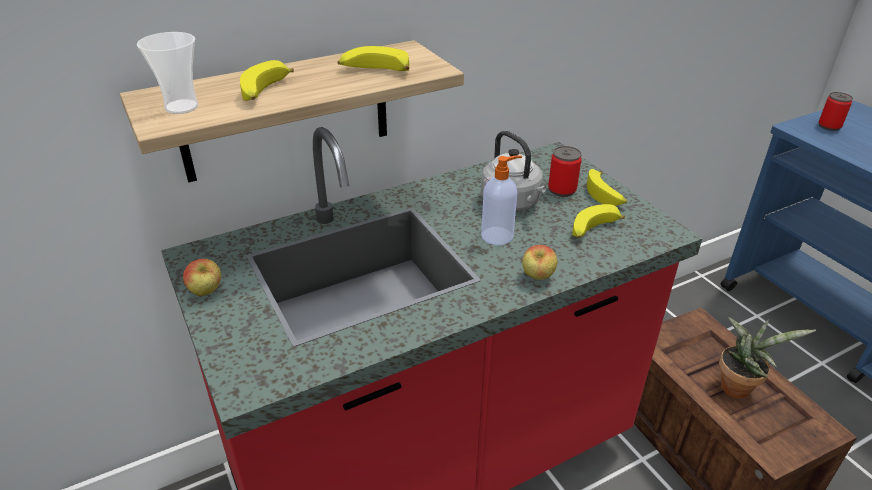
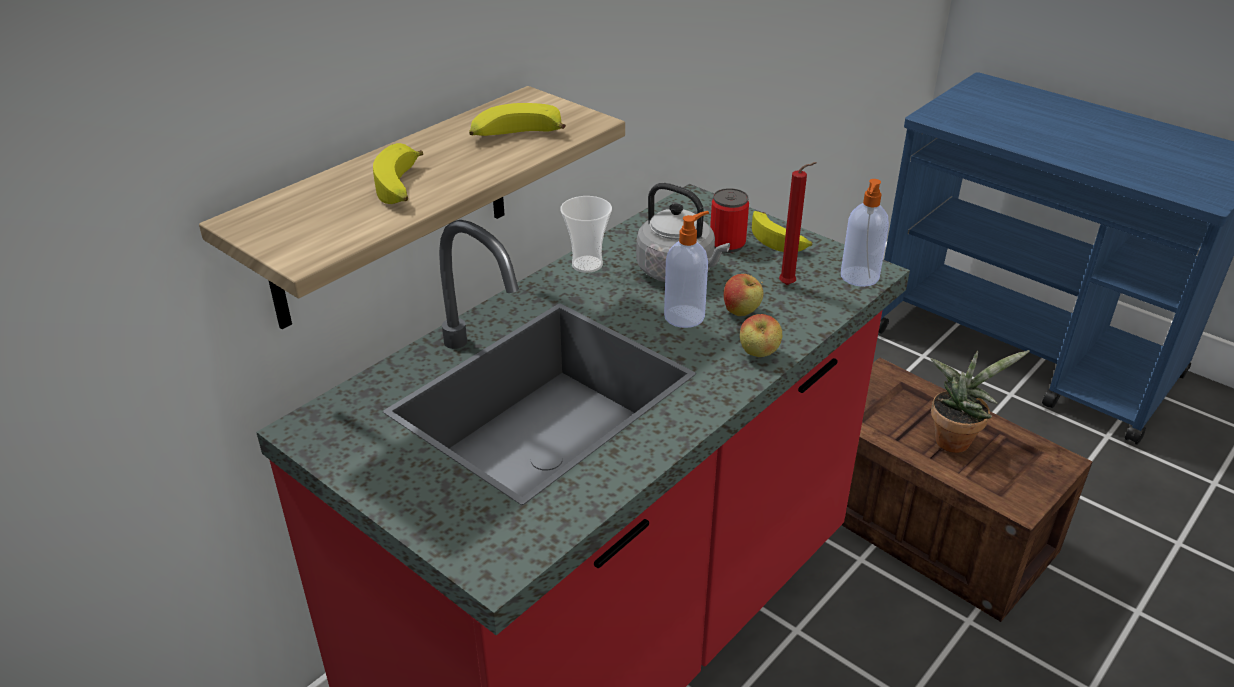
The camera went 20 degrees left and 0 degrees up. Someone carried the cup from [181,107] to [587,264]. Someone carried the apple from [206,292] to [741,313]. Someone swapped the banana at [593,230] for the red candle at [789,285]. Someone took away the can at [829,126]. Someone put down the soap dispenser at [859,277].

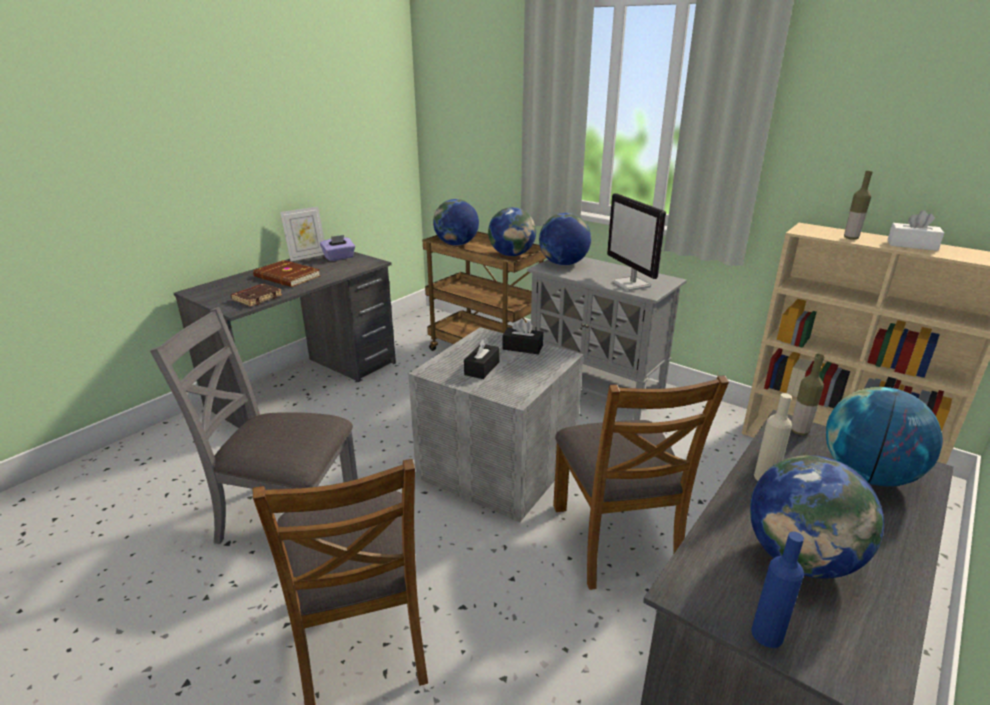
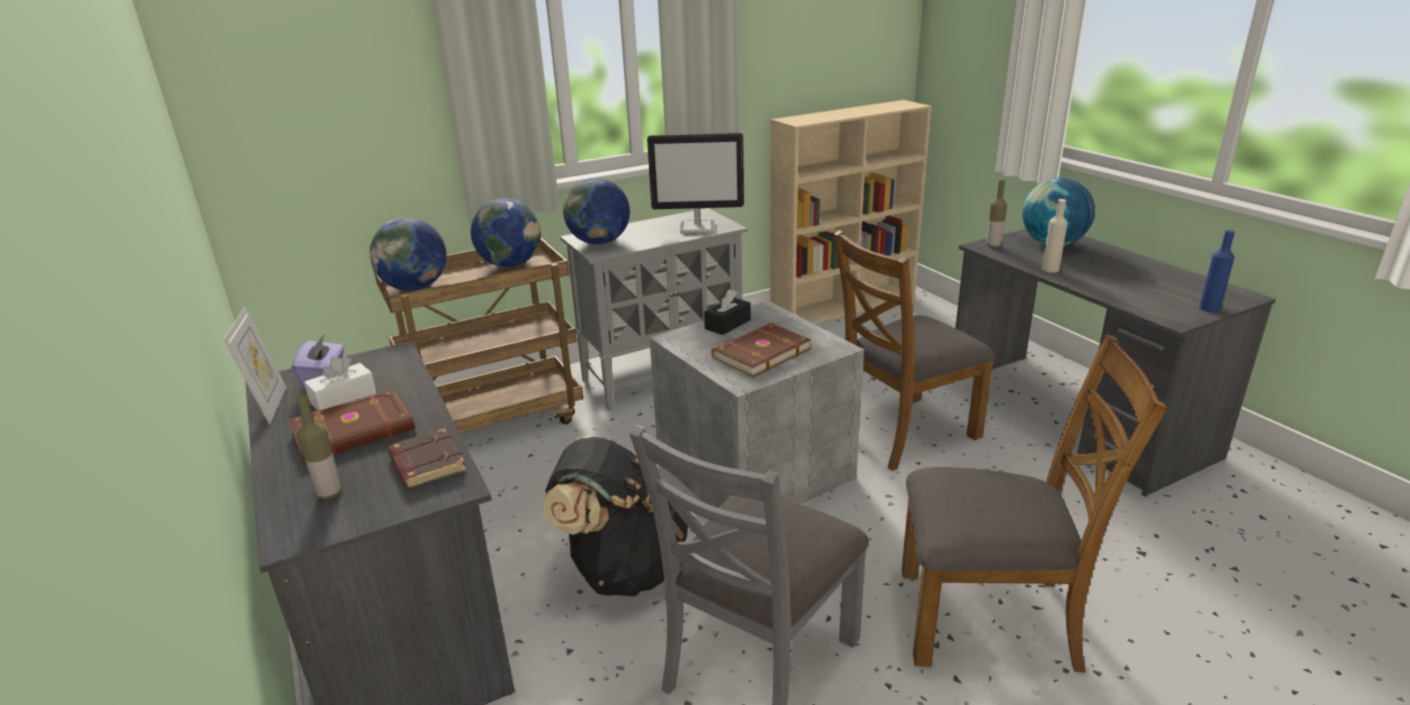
The camera went 65 degrees left and 0 degrees up. Someone swapped the black tissue box at [482,368] for the brown book at [760,353]. Someone rotated the brown chair at [616,539] by 135 degrees clockwise. Someone took away the globe at [800,559]. Someone carried the bottle from [851,238] to [329,493]. Someone carried the white tissue box from [912,245] to [343,398]. Someone put down the black backpack at [623,568].

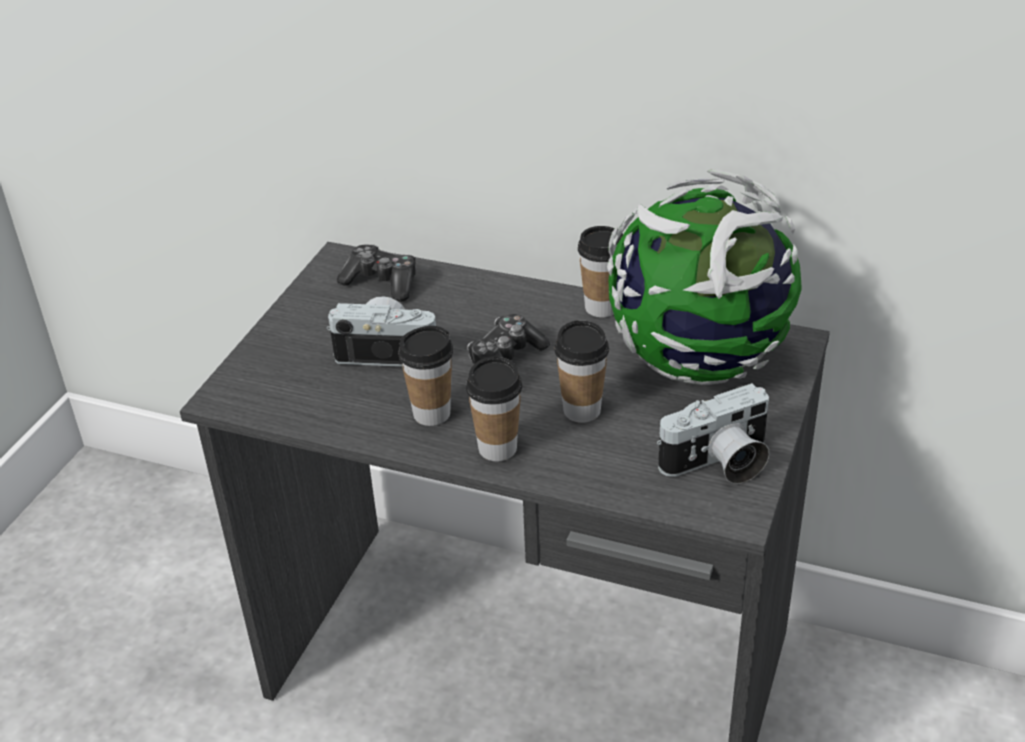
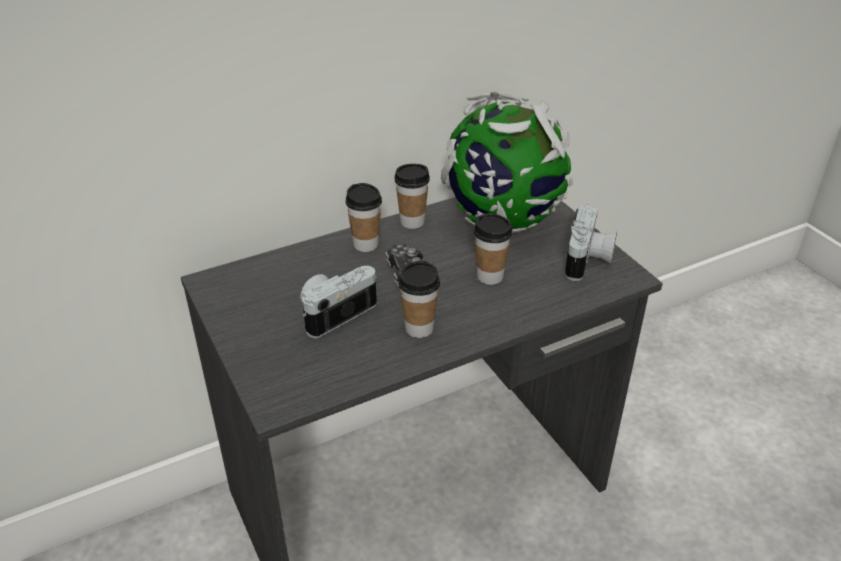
The camera went 50 degrees left and 0 degrees up. Someone took away the game controller at [382,282]. Someone carried the cup from [497,448] to [366,244].

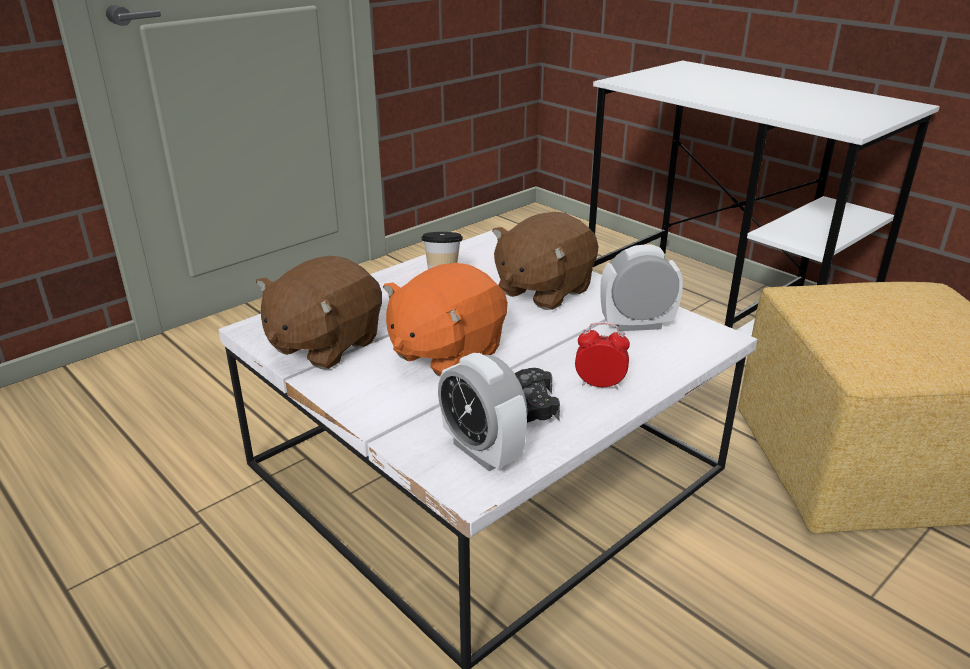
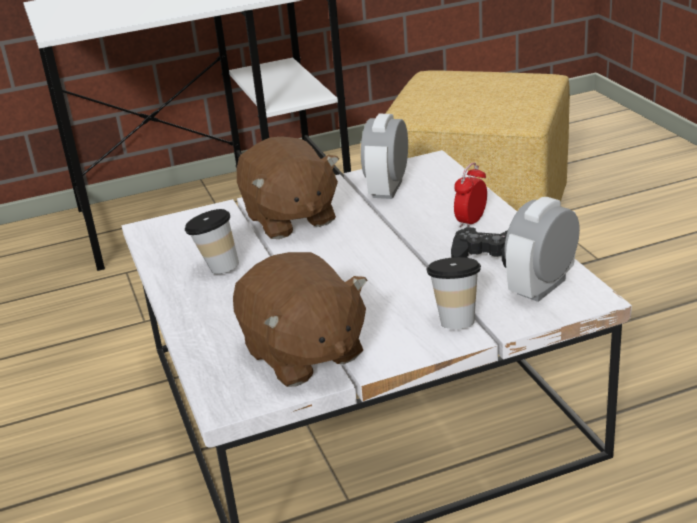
The camera went 65 degrees left and 0 degrees up. Someone took away the orange plush toy at [445,353]. Someone rotated the alarm clock at [482,451] by 150 degrees clockwise. Someone put down the cup at [455,319].

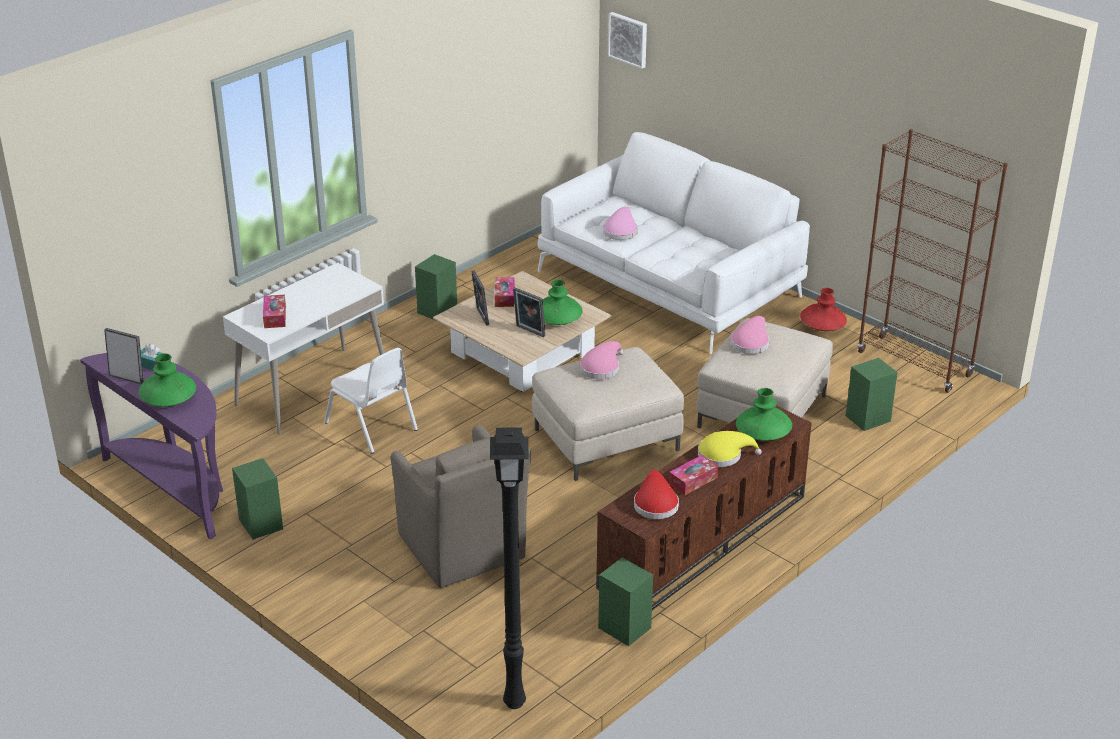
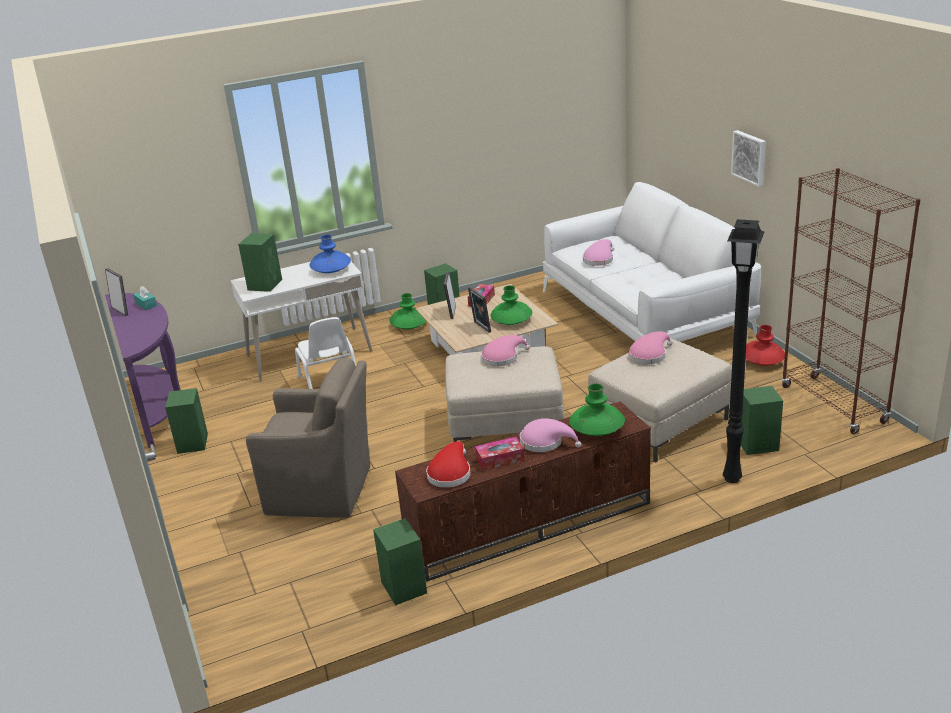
The camera went 25 degrees right and 5 degrees down. Someone carried the green vase from [168,398] to [409,325]. Someone swapped the tissue box at [275,317] for the green speaker at [265,284]. Someone rotated the brown armchair at [462,549] by 75 degrees counterclockwise. Someone carried the black floor lamp from [516,701] to [733,478]. Someone carried the picture from [629,39] to [750,157]. Someone repainted the yellow hat at [723,455], which became the pink hat at [545,442]. Someone put down the blue vase at [331,270].

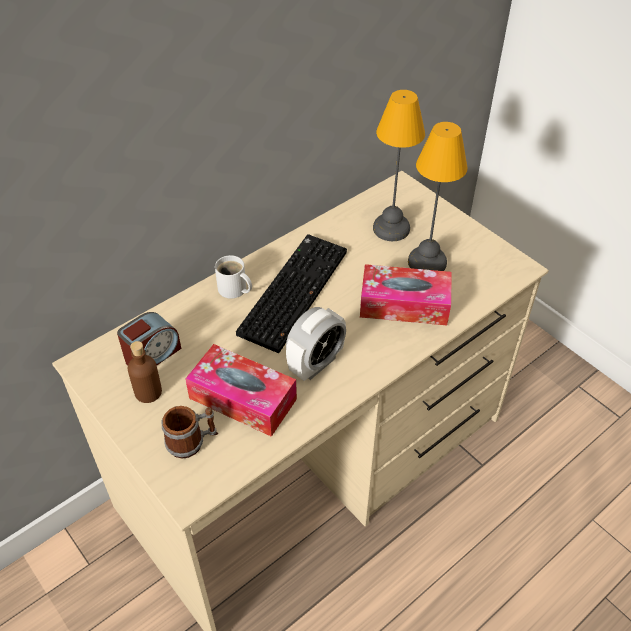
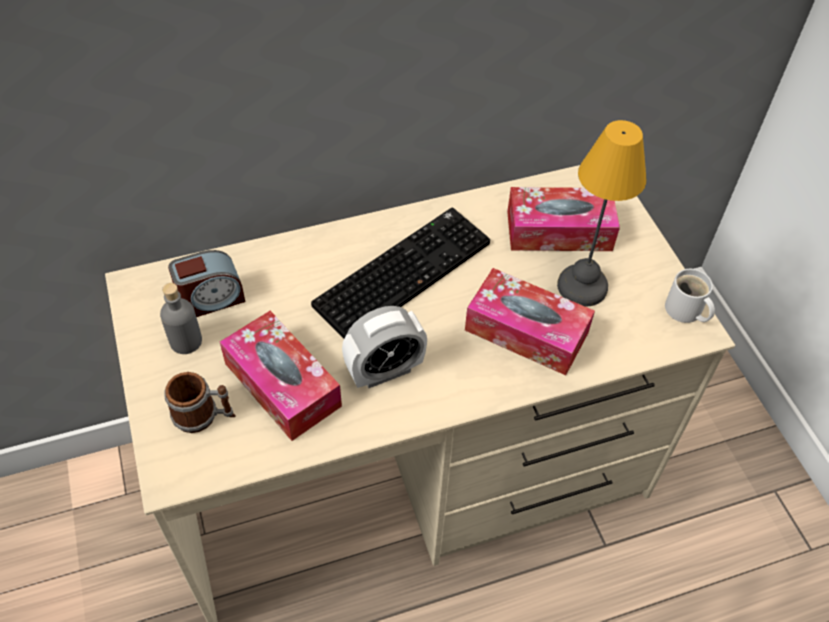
The camera went 20 degrees right and 5 degrees up. Someone repainted the brown bottle at [148,392], which became the grey bottle at [186,341]. Someone carried the white mug from [234,290] to [684,311]. Someone swapped the table lamp at [391,229] for the tissue box at [559,230].

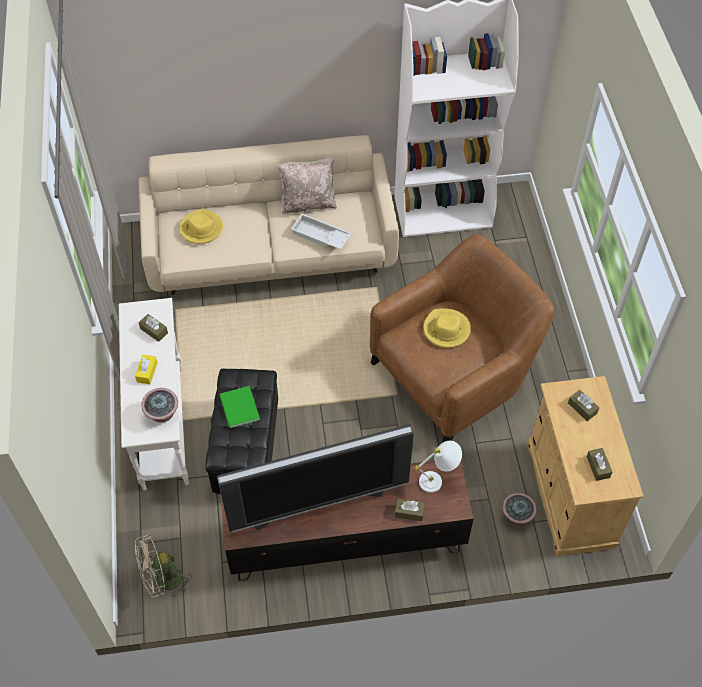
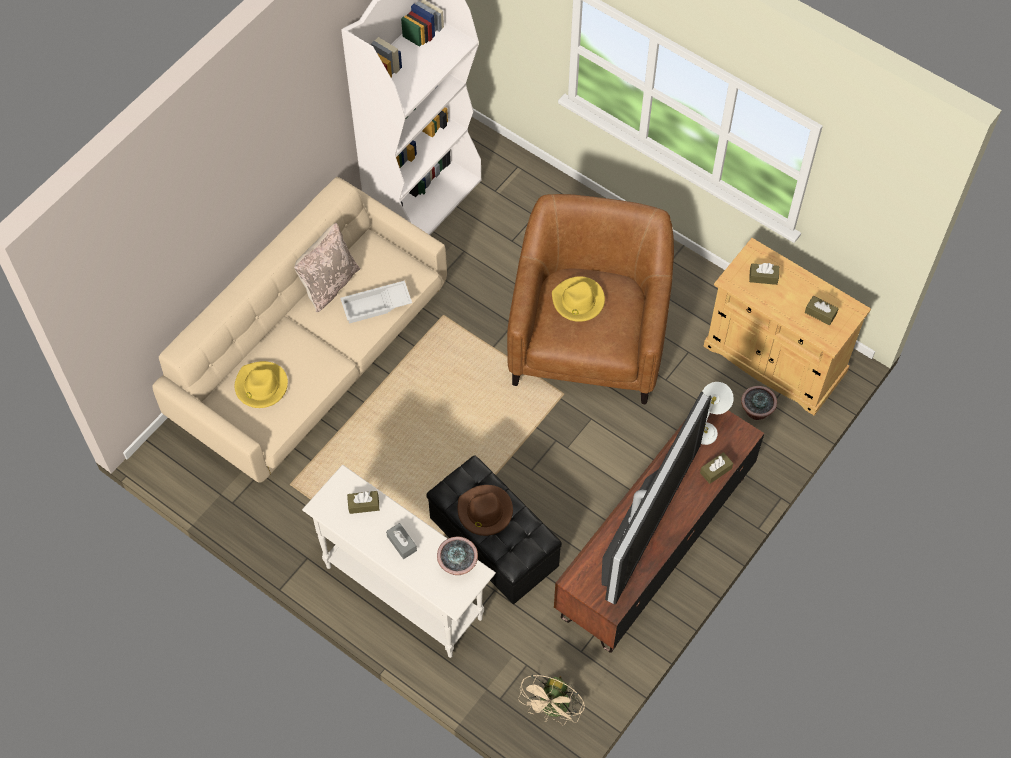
The camera went 45 degrees left and 5 degrees up. Someone repainted the yellow tissue box at [147,372], which became the grey tissue box at [401,543]. Someone swapped the green book at [239,409] for the brown hat at [485,512].

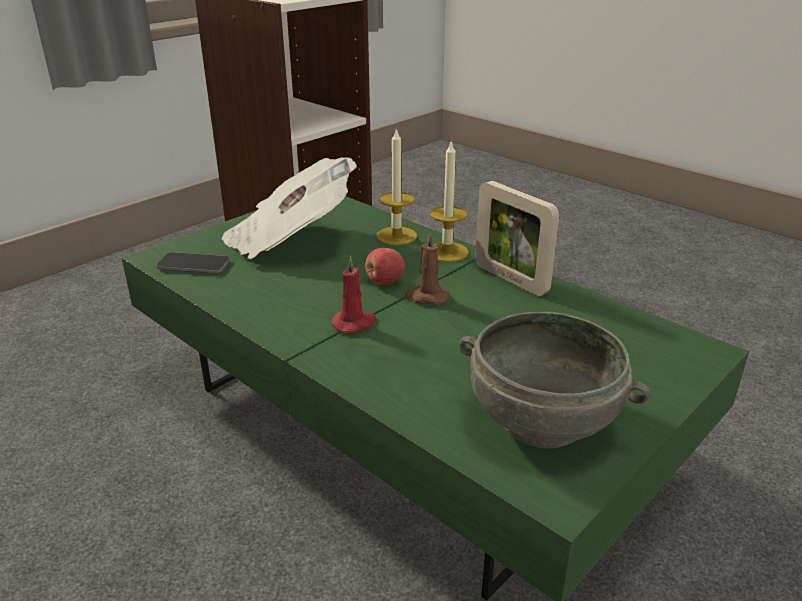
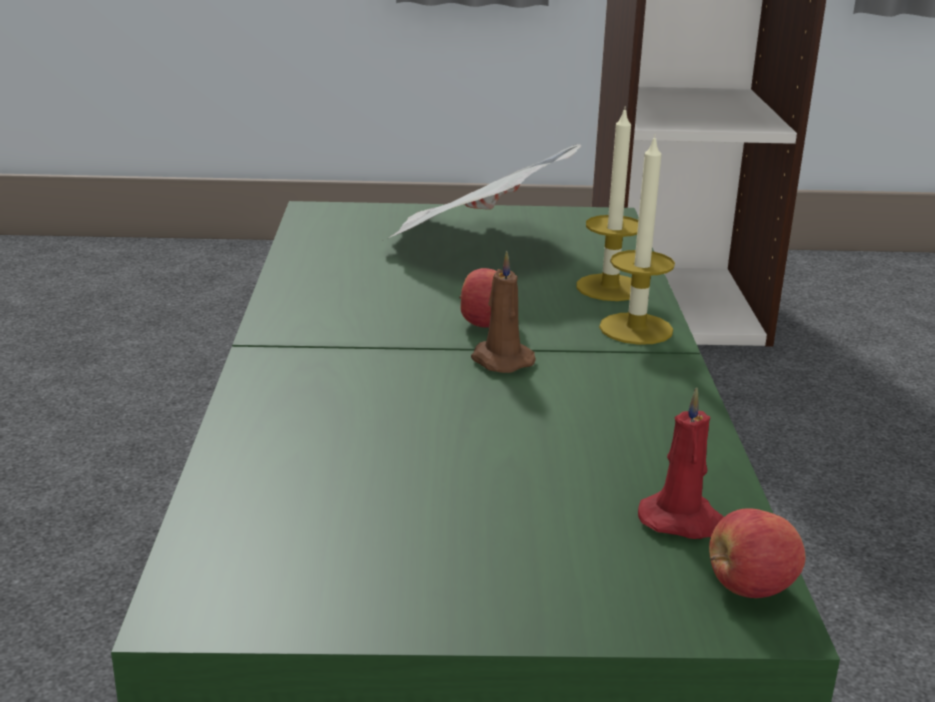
The camera went 45 degrees right and 5 degrees down. Someone took away the phone at [193,265]. Someone carried the red candle from [354,323] to [684,521]. Someone took away the grey bowl at [541,421]. Someone took away the picture frame at [510,279]. Someone put down the apple at [749,587].

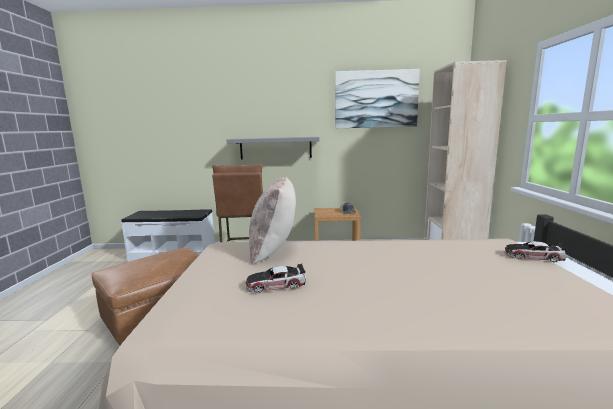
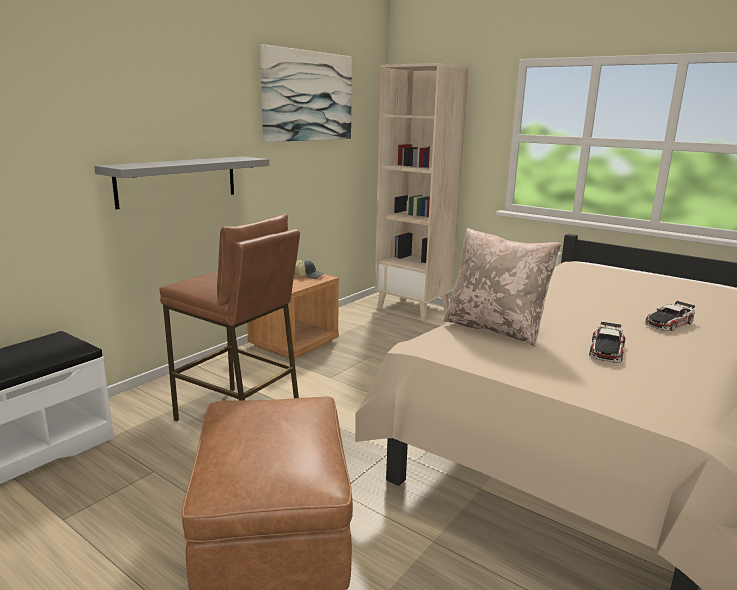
The camera went 55 degrees left and 5 degrees up. Someone carried the toy car from [533,256] to [669,323].

